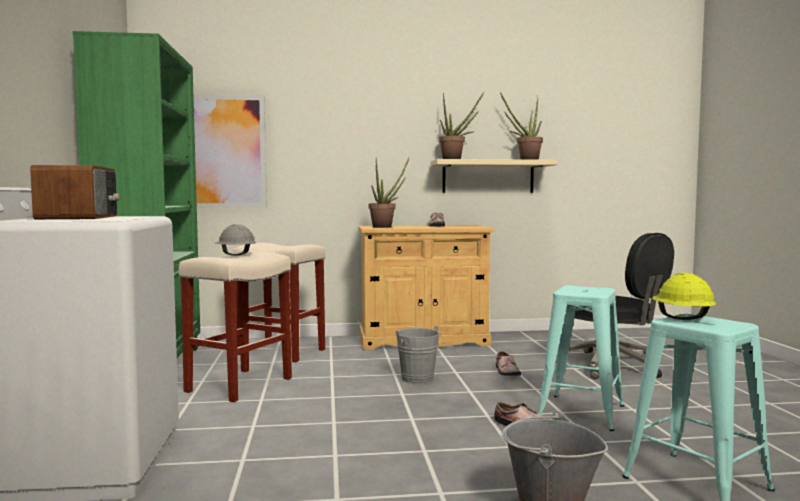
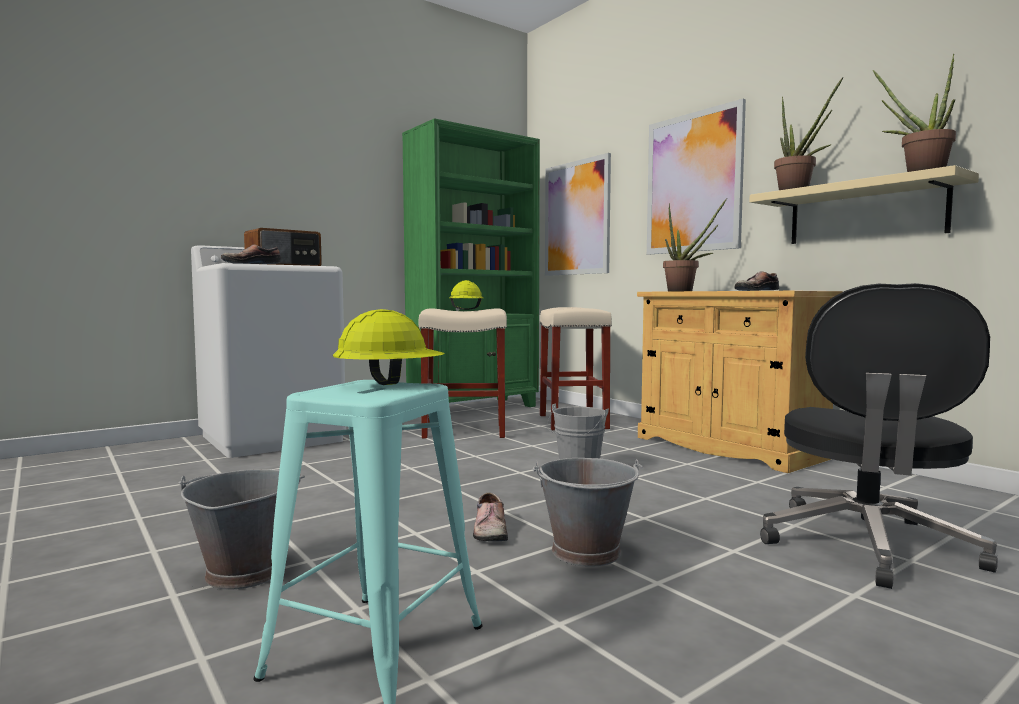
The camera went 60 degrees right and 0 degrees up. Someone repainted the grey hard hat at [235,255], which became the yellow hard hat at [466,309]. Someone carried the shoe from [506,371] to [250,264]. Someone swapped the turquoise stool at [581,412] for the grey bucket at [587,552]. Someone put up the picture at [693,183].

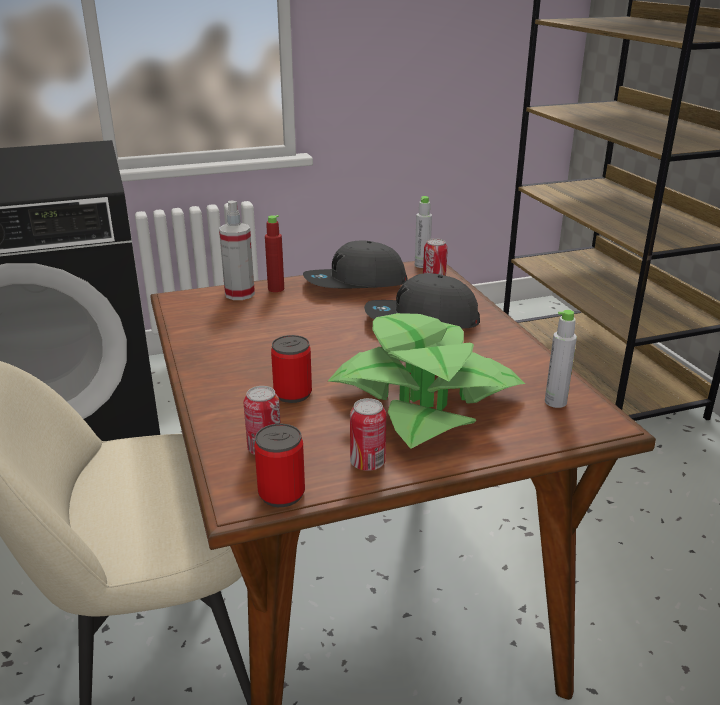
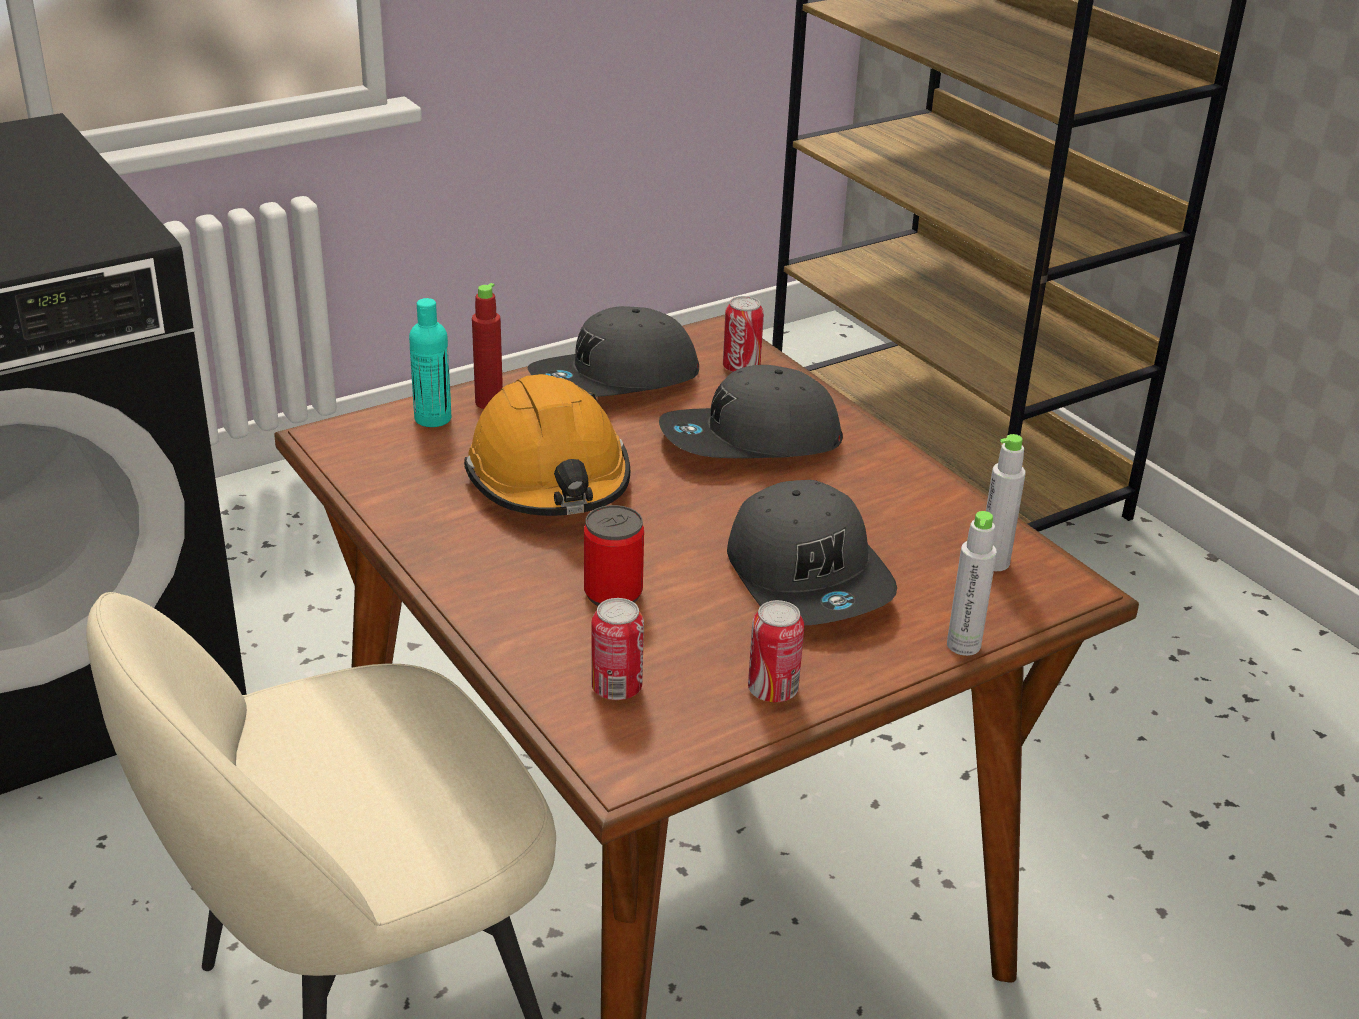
The camera went 15 degrees left and 5 degrees up. Someone swapped the spray bottle at [239,294] for the turquoise bottle at [433,418]. Someone took away the can at [281,494]. Someone swapped the potted plant at [425,397] for the grey cap at [810,577]. Someone carried the grey bottle from [422,265] to [963,645]. Someone put down the orange hard hat at [549,478].

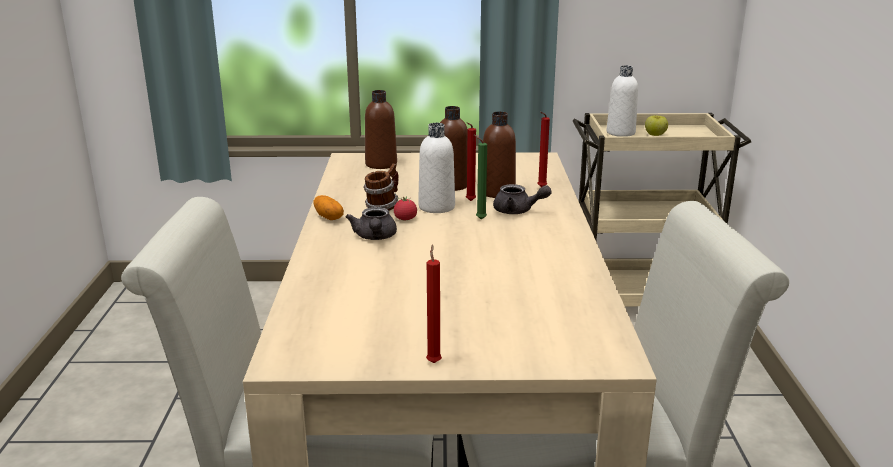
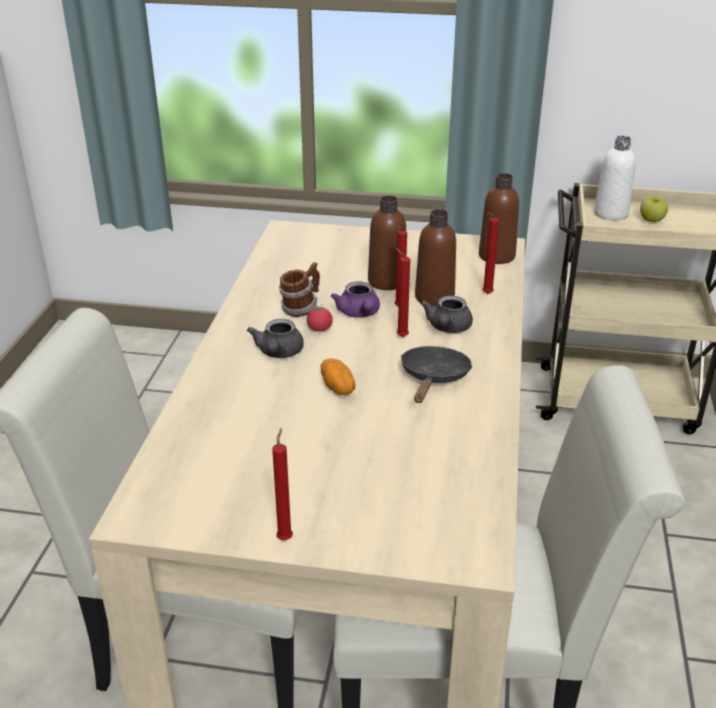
The camera went 10 degrees right and 10 degrees up. Someone carried the potato from [329,217] to [338,387]. Someone carried the brown bottle from [381,164] to [496,256]. Someone swapped the white bottle at [436,207] for the purple teapot at [359,313]. Someone repainted the green candle at [479,219], which became the red candle at [400,336]. Someone rotated the grey teapot at [518,211] by 75 degrees clockwise. Someone put down the black frying pan at [433,378].

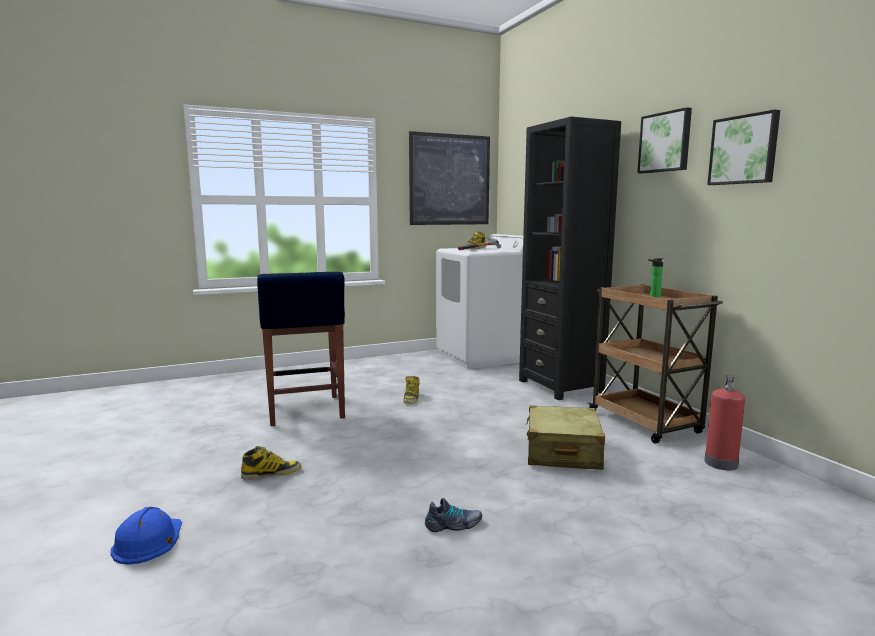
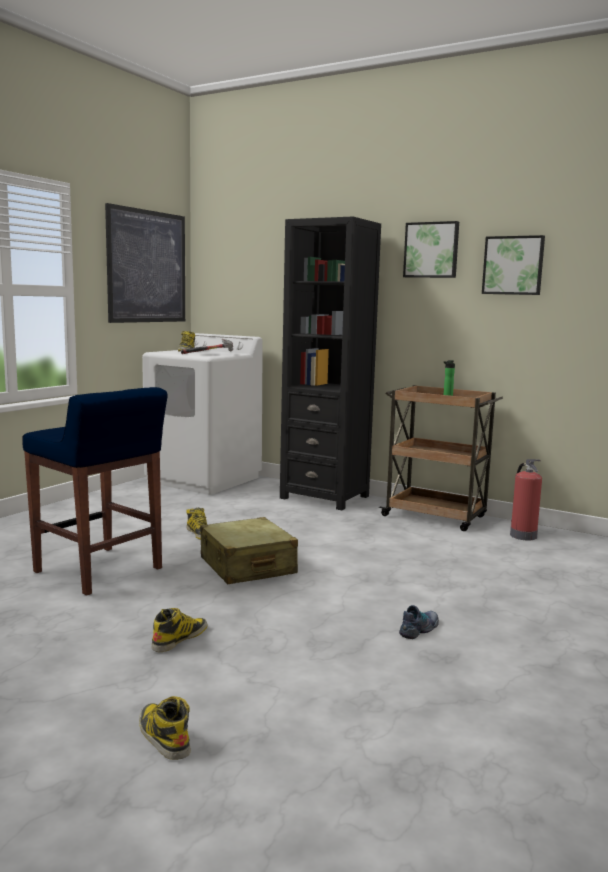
The camera went 35 degrees left and 0 degrees up. Someone swapped the blue hard hat at [148,540] for the boot at [163,736]. Someone carried the beige suitcase from [562,452] to [247,566].

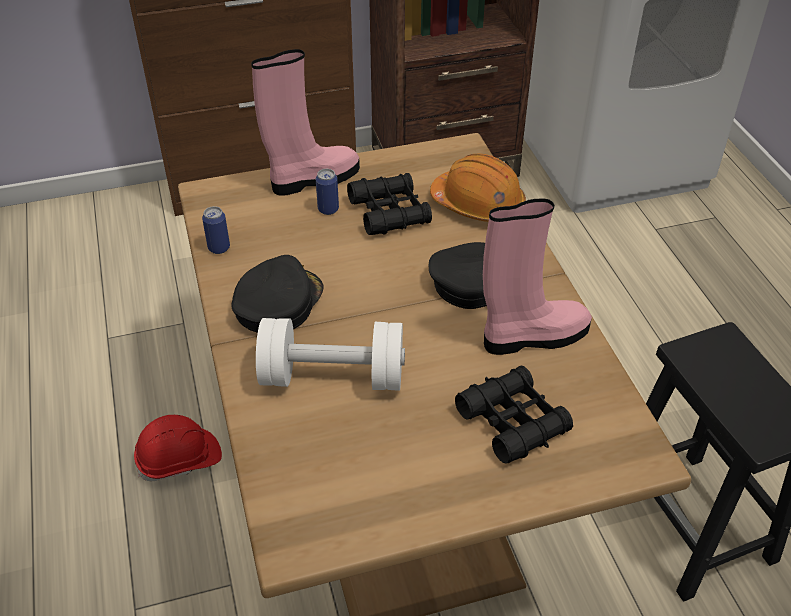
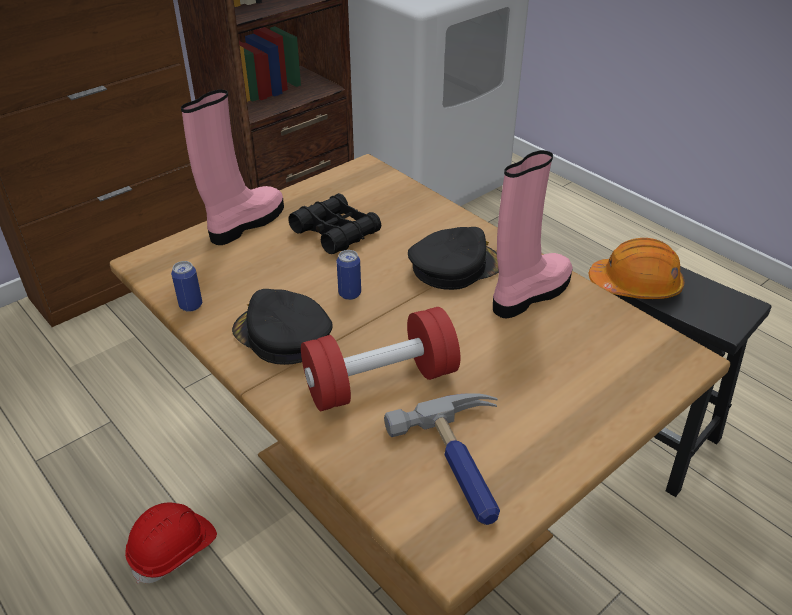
The camera went 25 degrees left and 5 degrees down. Someone rotated the black cap at [277,302] by 60 degrees counterclockwise. Someone repainted the white dumbbell at [332,376], which became the red dumbbell at [380,382]. Someone carried the can from [328,209] to [349,294]. Someone carried the orange hard hat from [478,204] to [635,285]. Someone took away the black binoculars at [512,421]. Someone put down the hammer at [464,464].

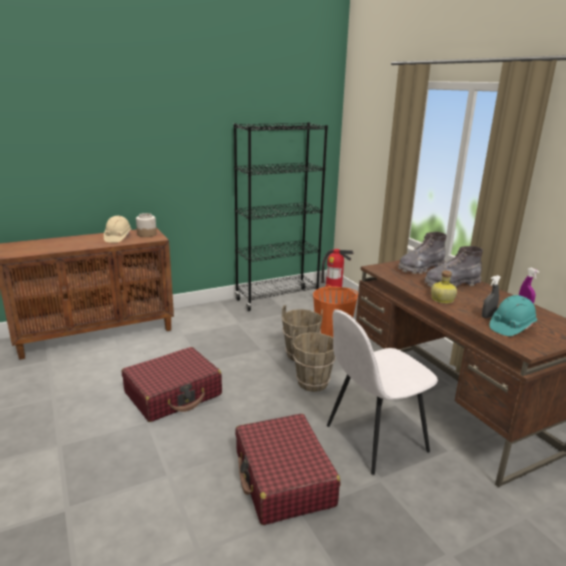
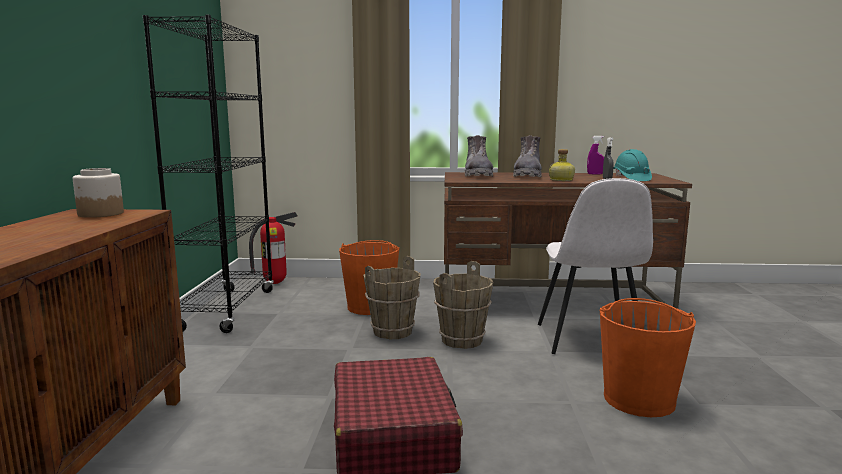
The camera went 60 degrees left and 10 degrees down. Someone took away the beige hard hat at [118,238]. Someone swapped the red suitcase at [283,479] for the orange bucket at [639,399].

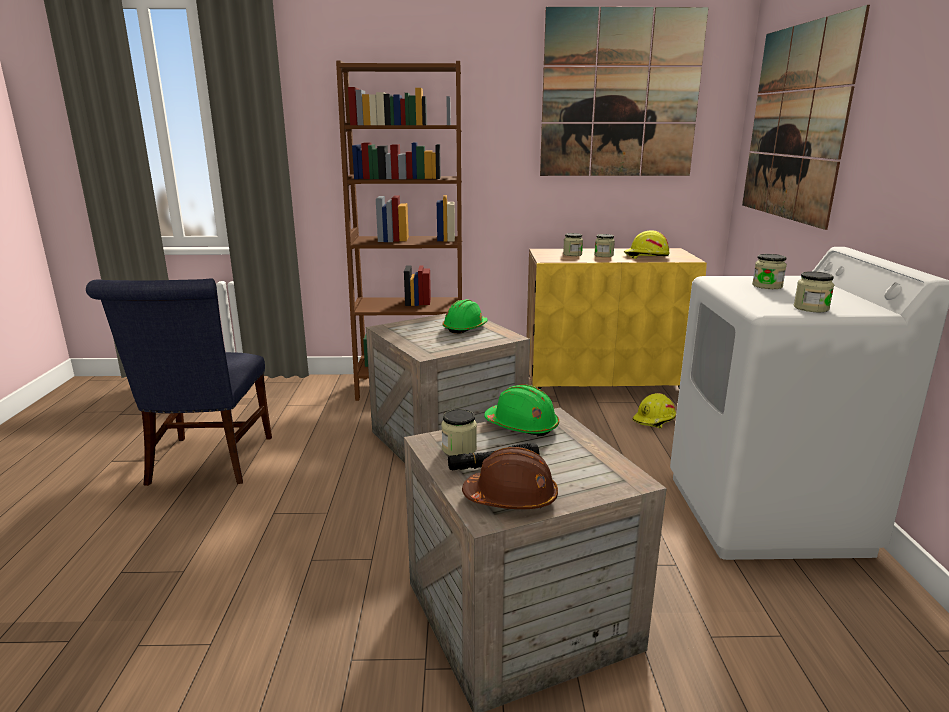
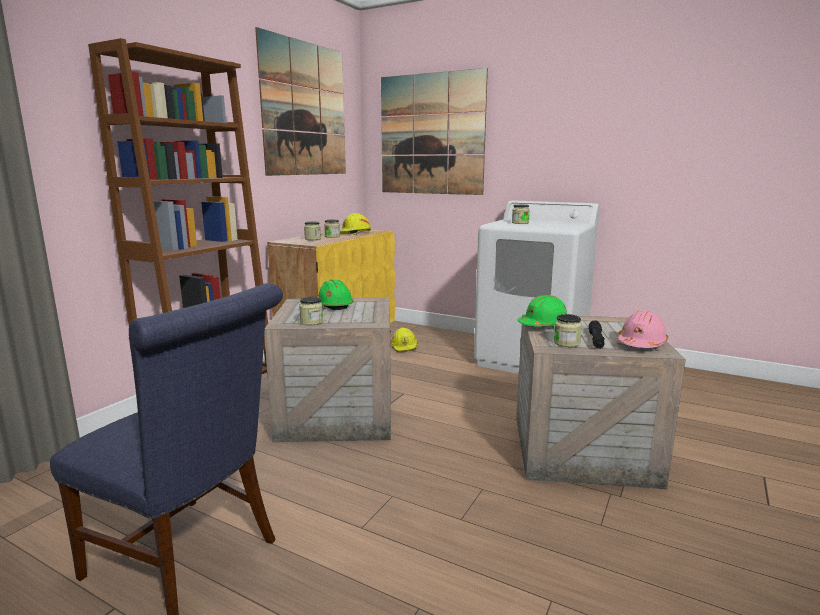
The camera went 60 degrees left and 5 degrees down. Someone repainted the brown hard hat at [511,498], which became the pink hard hat at [641,344]. Someone carried the jar from [811,308] to [311,322].

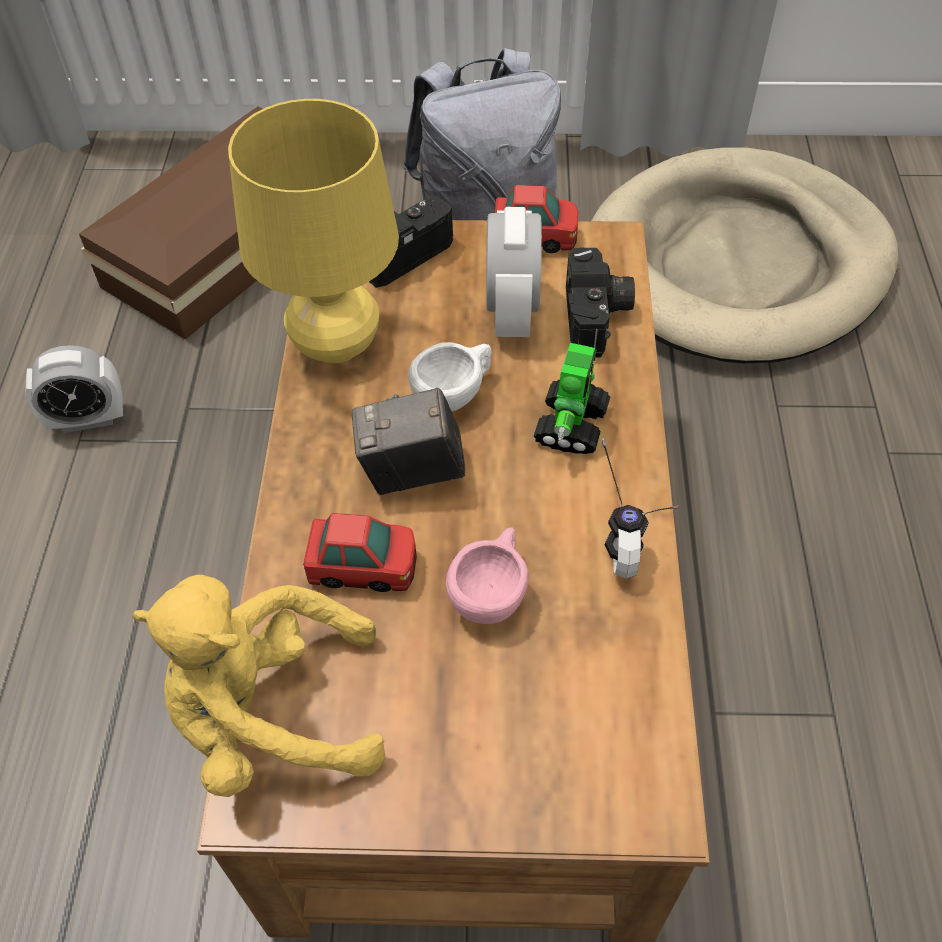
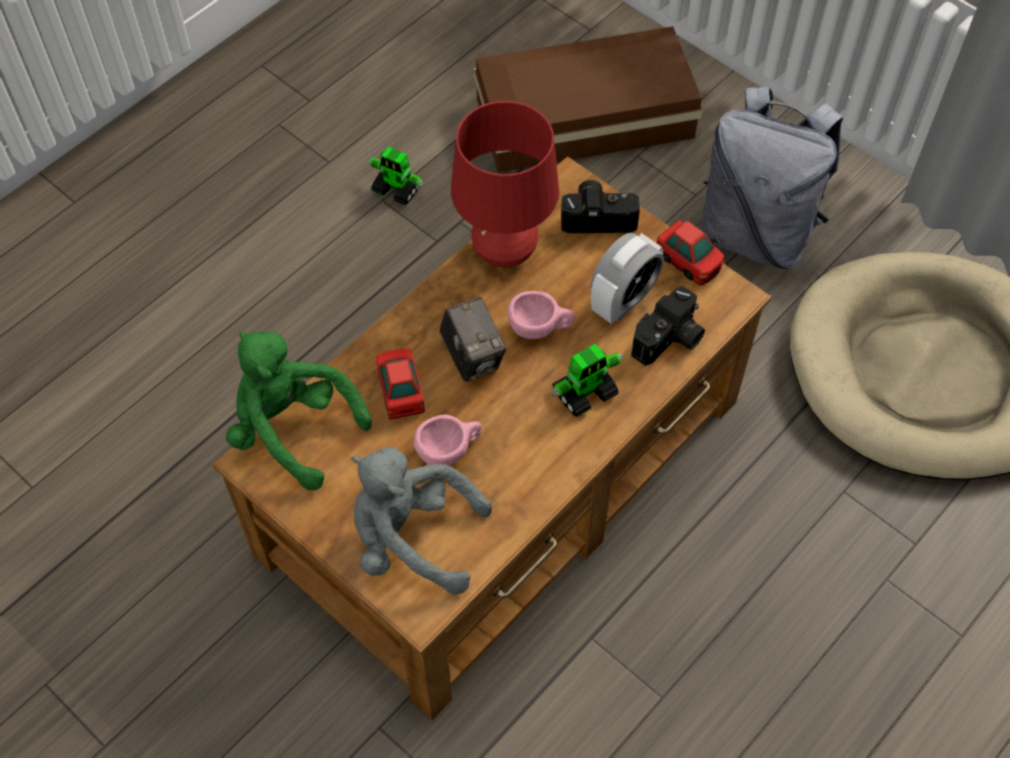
The camera went 40 degrees right and 5 degrees up. Someone swapped the alarm clock at [88,419] for the toy robot at [397,189]. Someone repainted the yellow plush toy at [271,716], which became the green plush toy at [292,430]. Someone repainted the yellow table lamp at [336,345], which became the red table lamp at [505,252]. Someone rotated the toy car at [364,567] by 150 degrees counterclockwise. Someone rotated the photo camera at [412,472] by 150 degrees counterclockwise. Someone repainted the white cup at [455,393], which became the pink cup at [540,328]. Someone took away the headphones at [633,530]. Someone put down the grey plush toy at [412,538].

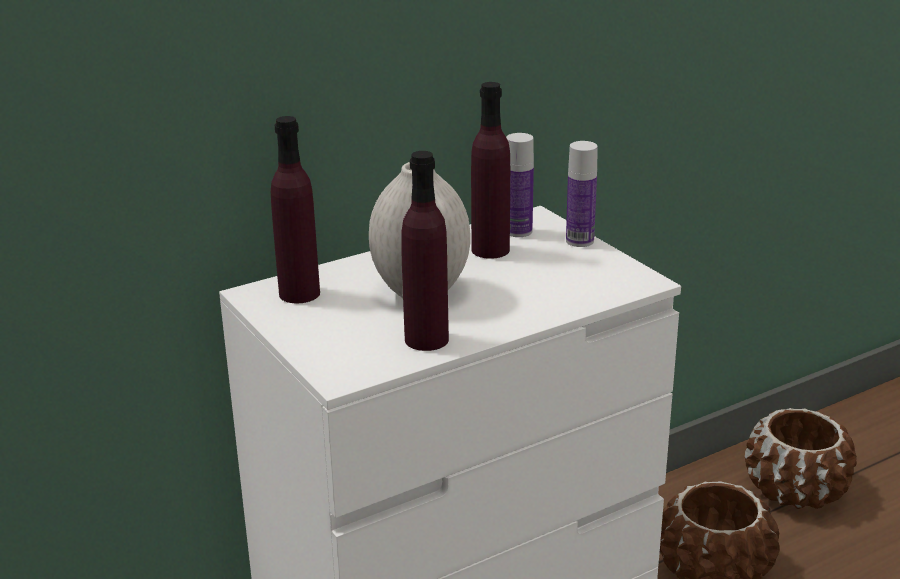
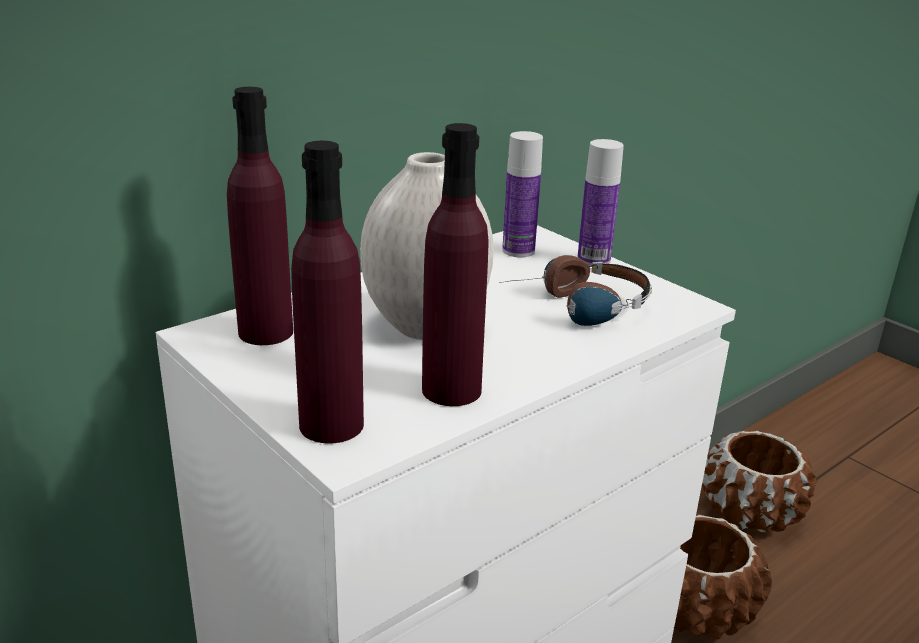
The camera went 10 degrees left and 0 degrees up. Someone carried the purple bottle from [490,250] to [331,425]. Someone put down the headphones at [577,308].

